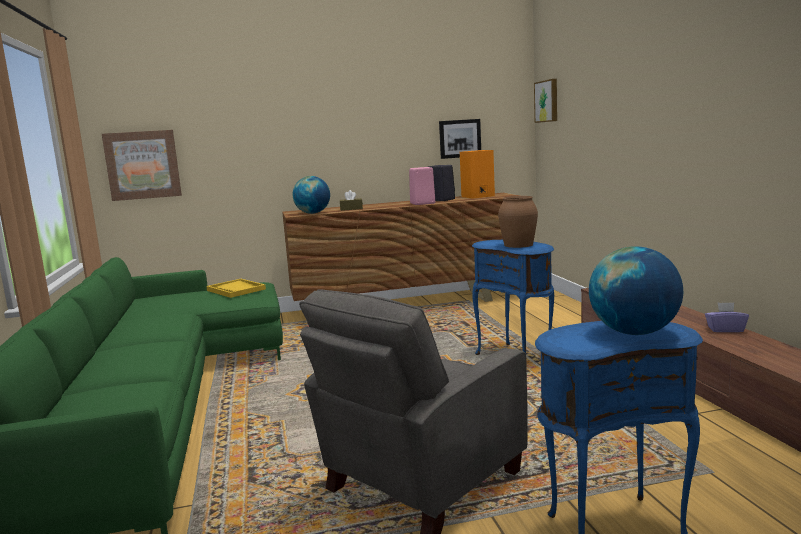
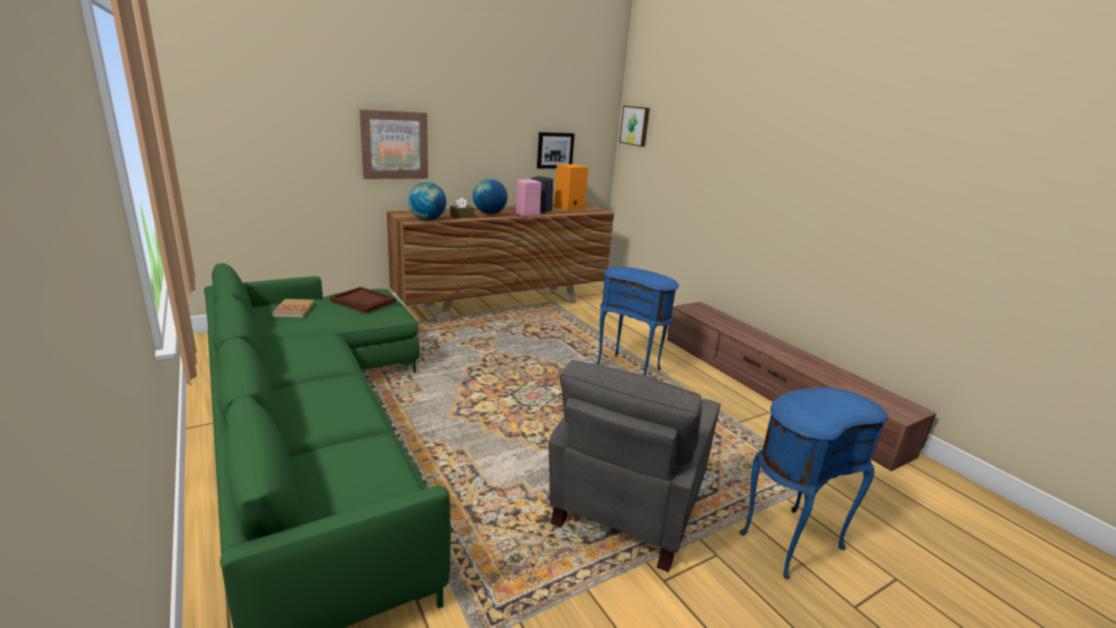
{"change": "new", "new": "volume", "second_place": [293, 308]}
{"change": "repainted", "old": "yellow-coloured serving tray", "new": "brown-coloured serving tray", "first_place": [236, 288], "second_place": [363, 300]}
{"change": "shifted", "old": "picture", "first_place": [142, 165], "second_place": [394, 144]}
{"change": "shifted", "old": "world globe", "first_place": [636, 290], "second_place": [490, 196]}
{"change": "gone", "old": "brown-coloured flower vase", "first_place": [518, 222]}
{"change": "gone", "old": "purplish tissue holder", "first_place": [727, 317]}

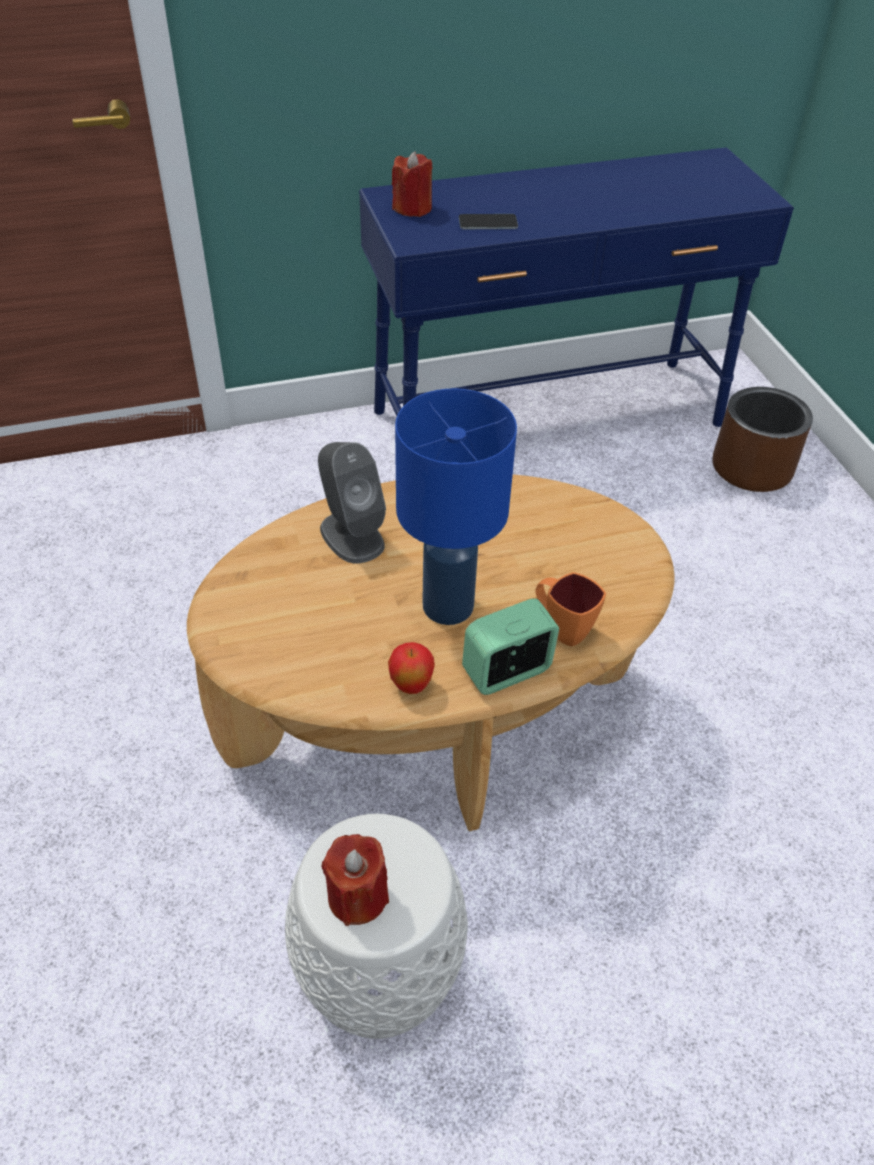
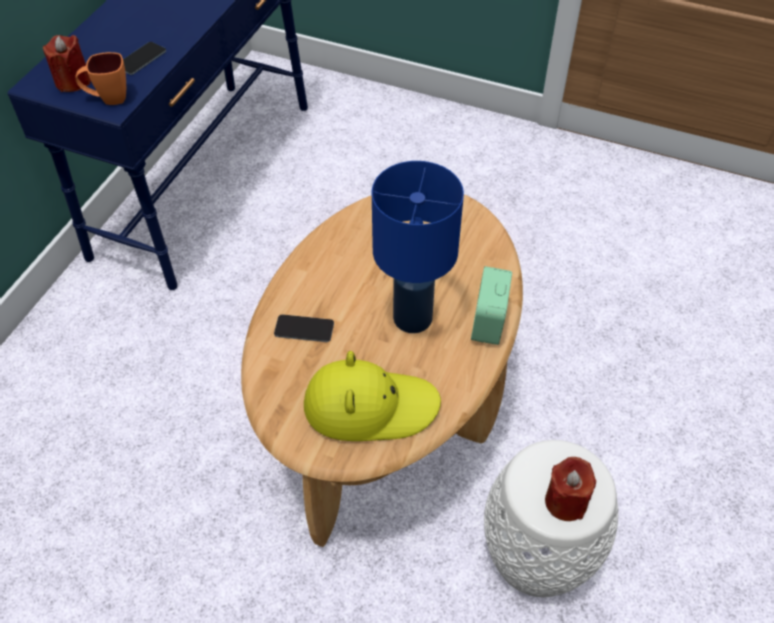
{"change": "shifted", "old": "orangey mug", "first_place": [571, 609], "second_place": [101, 78]}
{"change": "swapped", "old": "grey speaker", "new": "telephone", "first_place": [352, 503], "second_place": [304, 328]}
{"change": "new", "new": "yellow-coloured hat", "second_place": [372, 396]}
{"change": "gone", "old": "apple fruit", "first_place": [411, 668]}
{"change": "gone", "old": "brown-coloured plant pot", "first_place": [762, 439]}

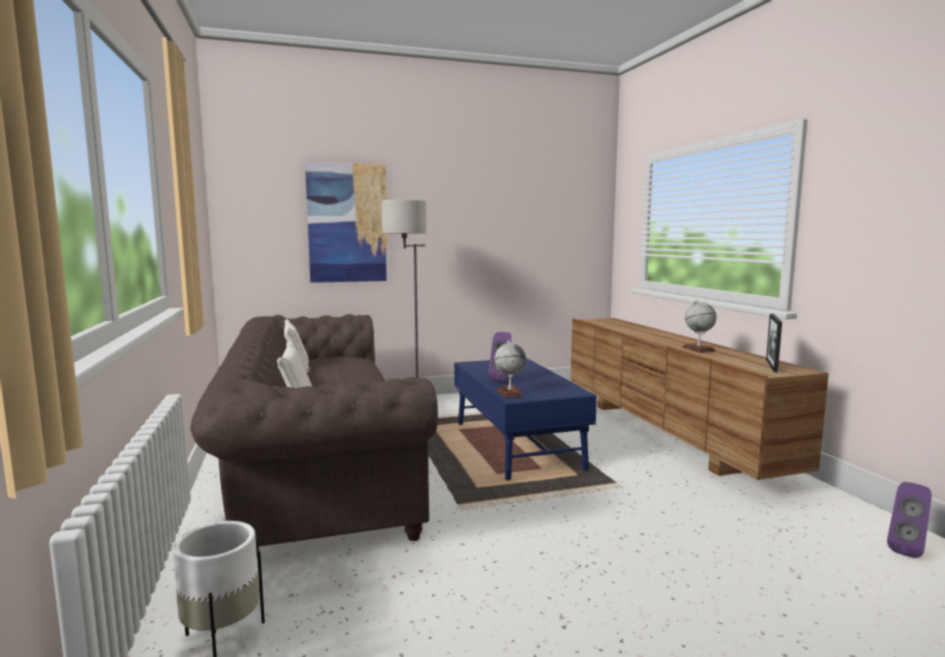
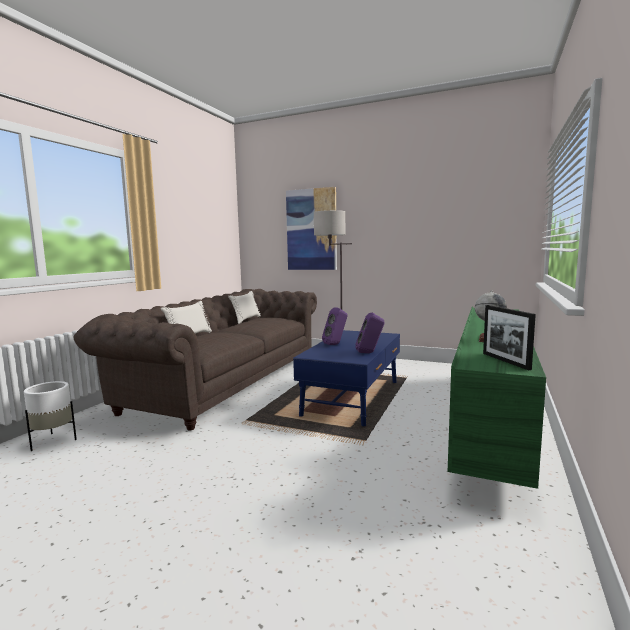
{"change": "shifted", "old": "purplish speaker", "first_place": [909, 520], "second_place": [370, 332]}
{"change": "repainted", "old": "brown-coloured cupboard", "new": "greenish cupboard", "first_place": [700, 399], "second_place": [497, 398]}
{"change": "rotated", "old": "photo frame", "first_place": [774, 343], "second_place": [509, 337], "degrees": -75}
{"change": "gone", "old": "world globe", "first_place": [510, 369]}

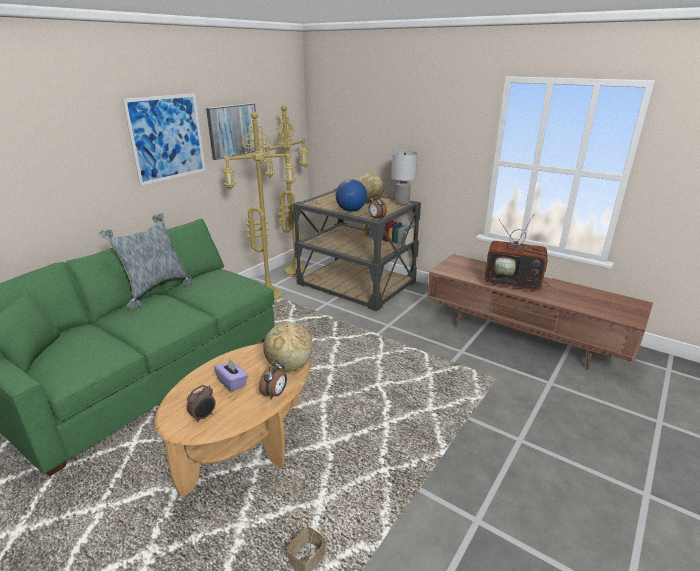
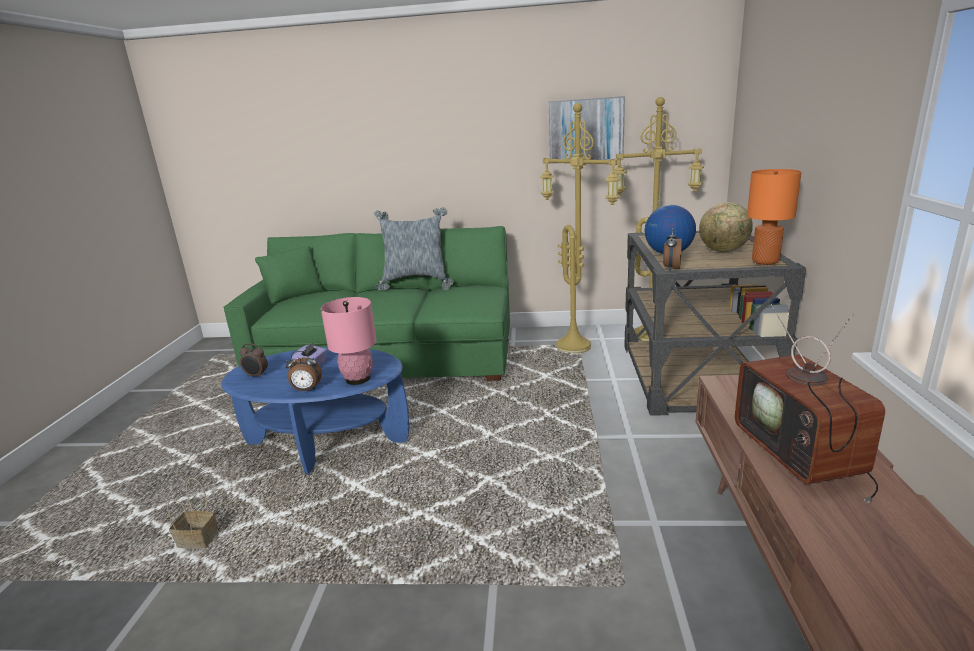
{"change": "repainted", "old": "brown-coloured coffee table", "new": "blue-coloured coffee table", "first_place": [232, 420], "second_place": [315, 410]}
{"change": "swapped", "old": "world globe", "new": "pink lamp for a table", "first_place": [288, 346], "second_place": [349, 341]}
{"change": "repainted", "old": "grey lamp for a table", "new": "orangey lamp for a table", "first_place": [404, 178], "second_place": [774, 217]}
{"change": "gone", "old": "picture", "first_place": [164, 139]}

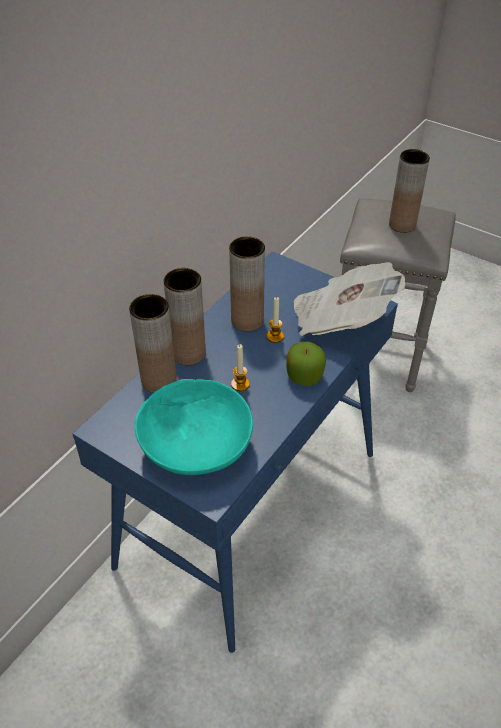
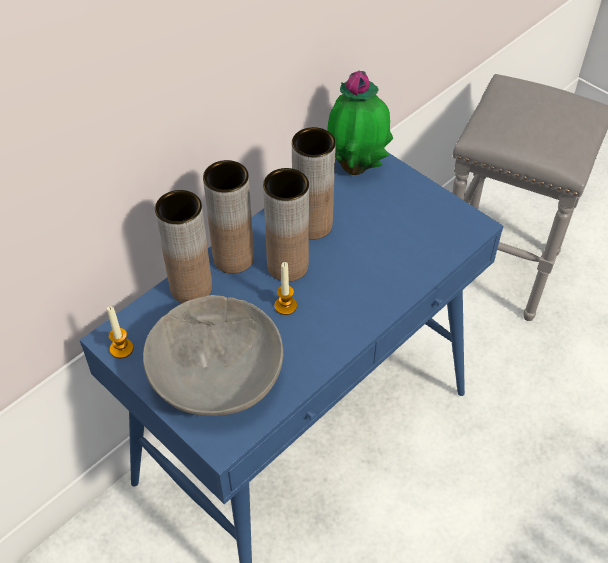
{"change": "shifted", "old": "wax candle", "first_place": [275, 320], "second_place": [120, 332]}
{"change": "repainted", "old": "turquoise deep dish", "new": "grey deep dish", "first_place": [194, 427], "second_place": [213, 355]}
{"change": "shifted", "old": "brown-coloured flower vase", "first_place": [409, 191], "second_place": [286, 225]}
{"change": "new", "new": "plant in a pot", "second_place": [360, 123]}
{"change": "gone", "old": "apple fruit", "first_place": [306, 364]}
{"change": "gone", "old": "printed paper", "first_place": [349, 299]}

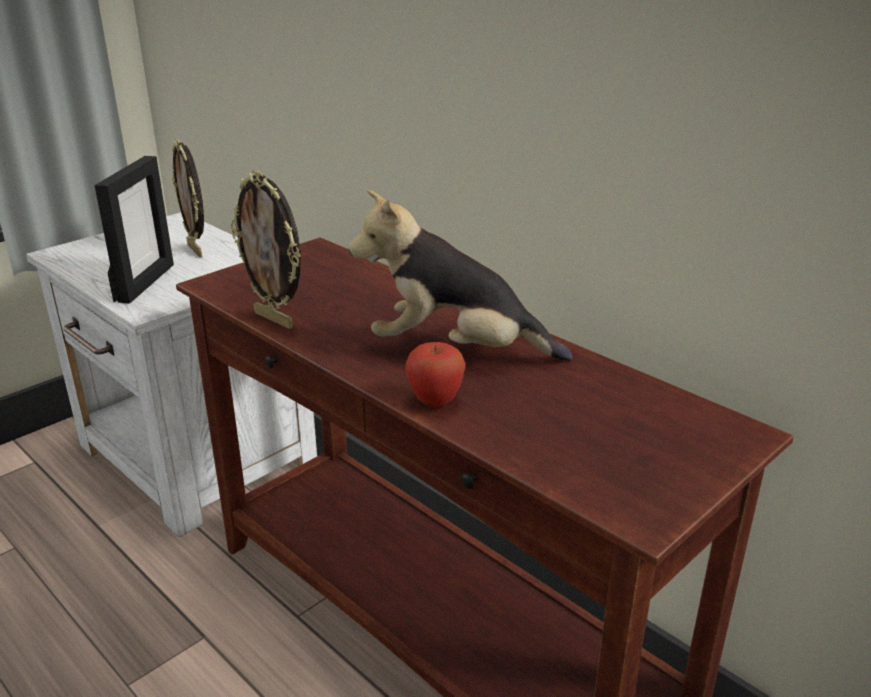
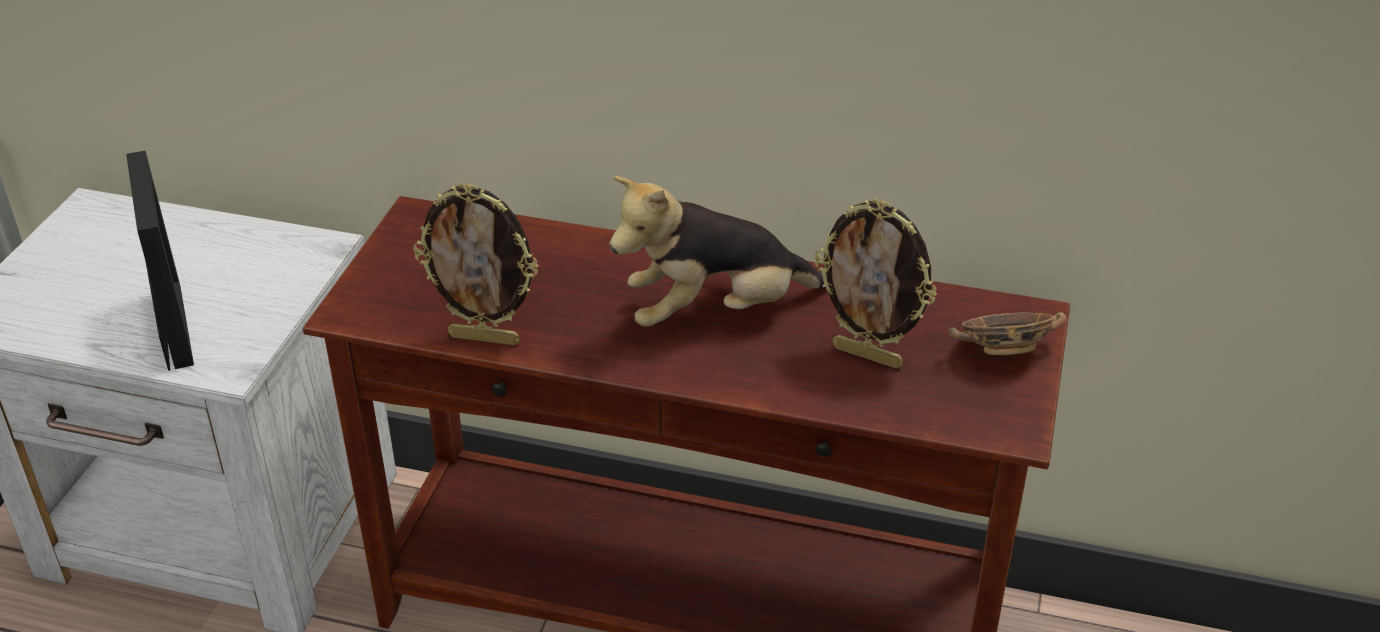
{"change": "shifted", "old": "photo frame", "first_place": [188, 198], "second_place": [876, 284]}
{"change": "new", "new": "deep dish", "second_place": [1007, 333]}
{"change": "gone", "old": "apple fruit", "first_place": [435, 375]}

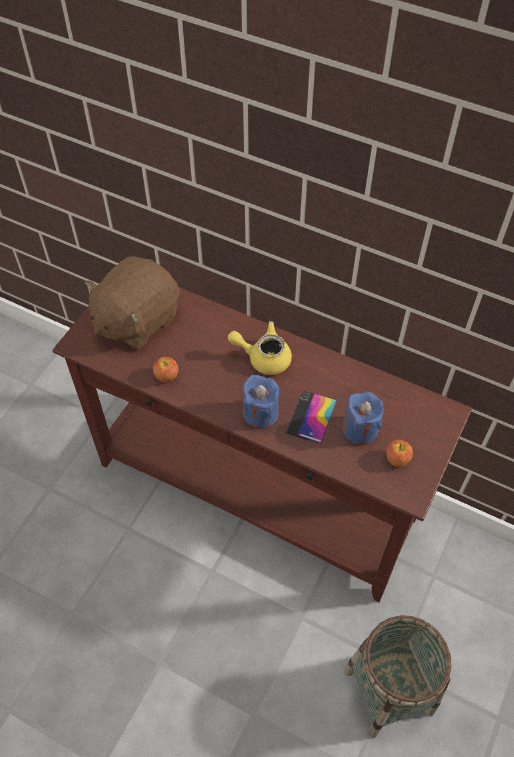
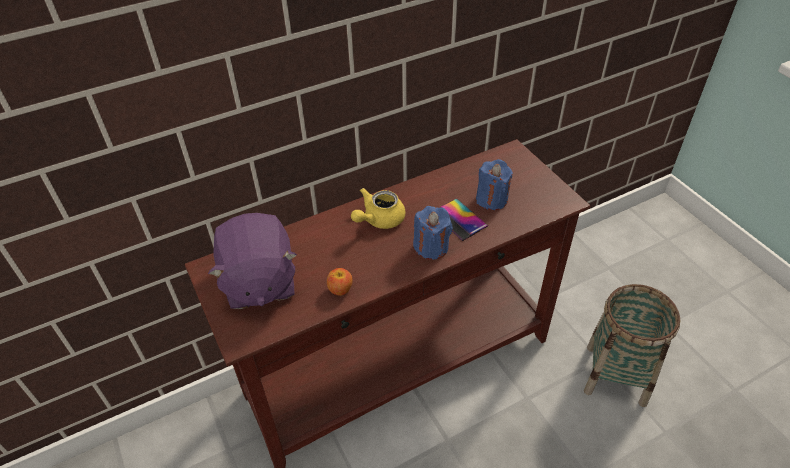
{"change": "repainted", "old": "brown-coloured cuddly toy", "new": "purplish cuddly toy", "first_place": [132, 302], "second_place": [252, 261]}
{"change": "gone", "old": "apple fruit", "first_place": [399, 453]}

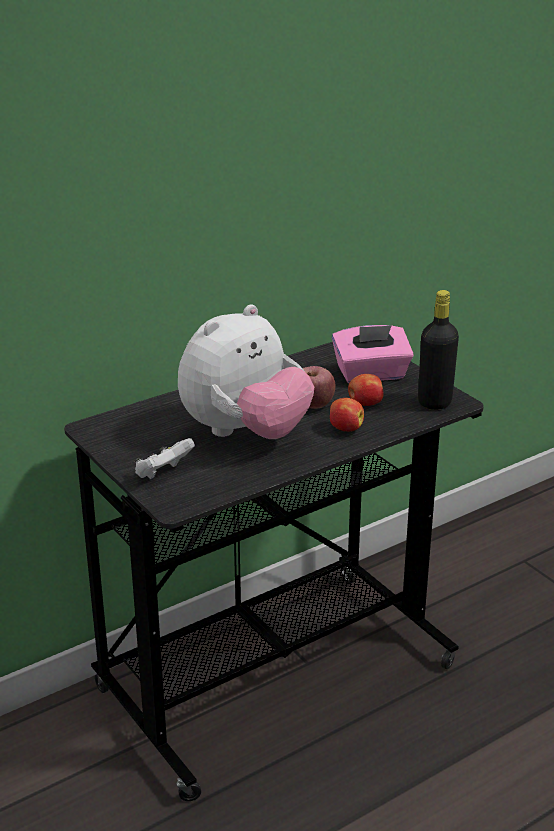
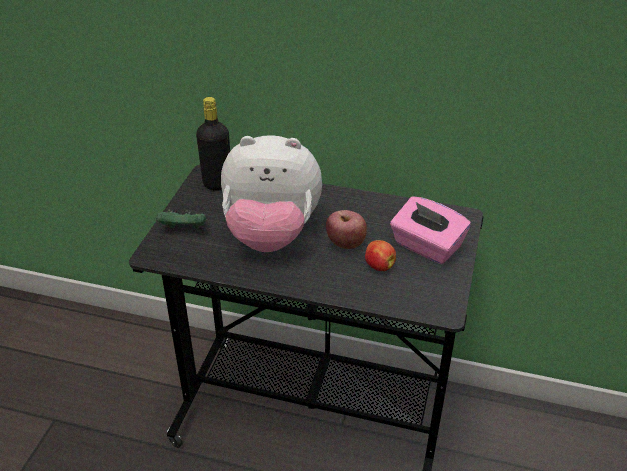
{"change": "repainted", "old": "white-coloured game controller", "new": "greenish game controller", "first_place": [165, 458], "second_place": [181, 219]}
{"change": "shifted", "old": "blackish beverage bottle", "first_place": [438, 350], "second_place": [213, 144]}
{"change": "gone", "old": "apple fruit", "first_place": [347, 415]}

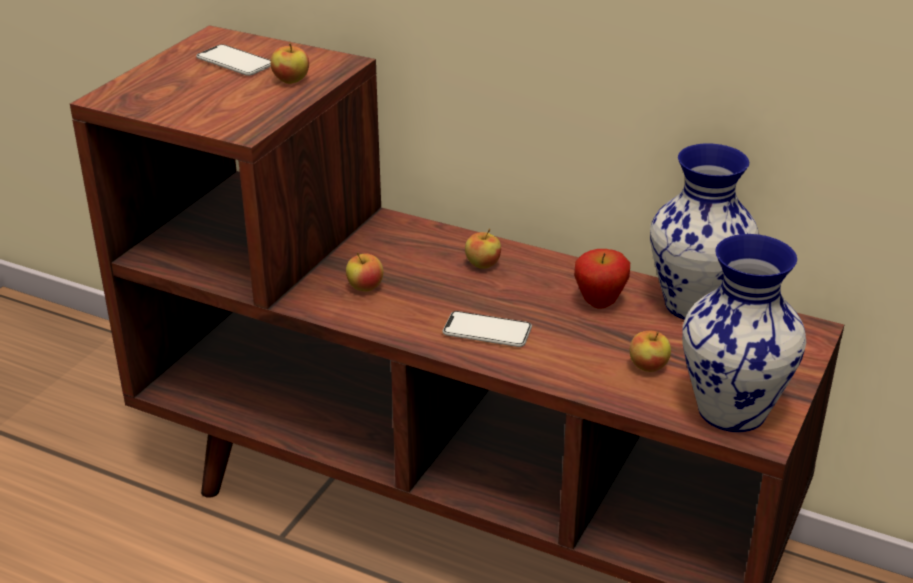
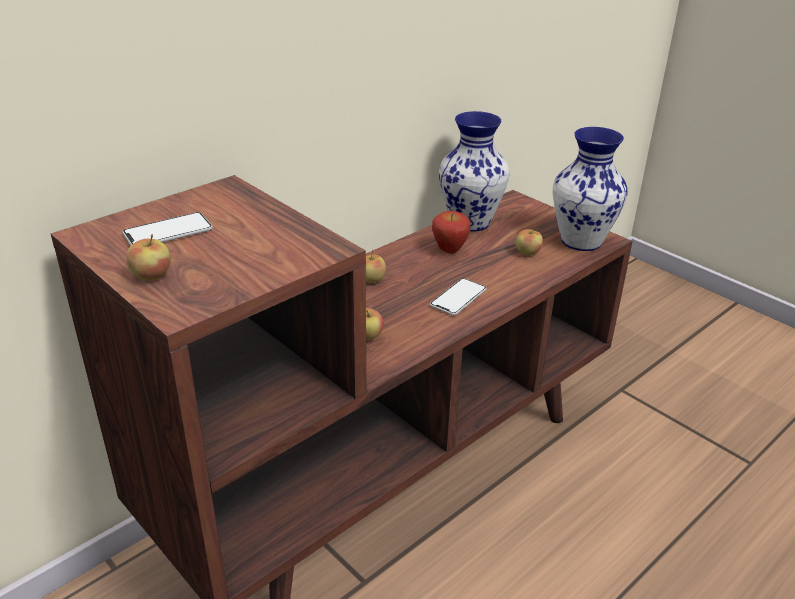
{"change": "shifted", "old": "apple fruit", "first_place": [289, 63], "second_place": [149, 257]}

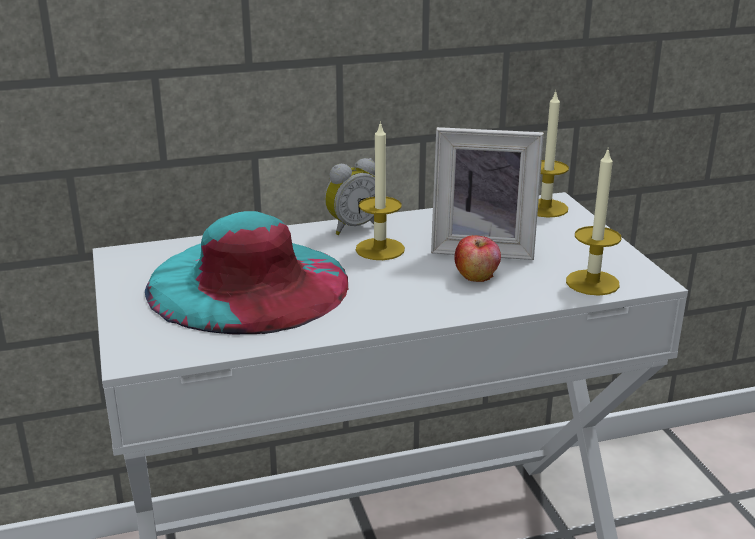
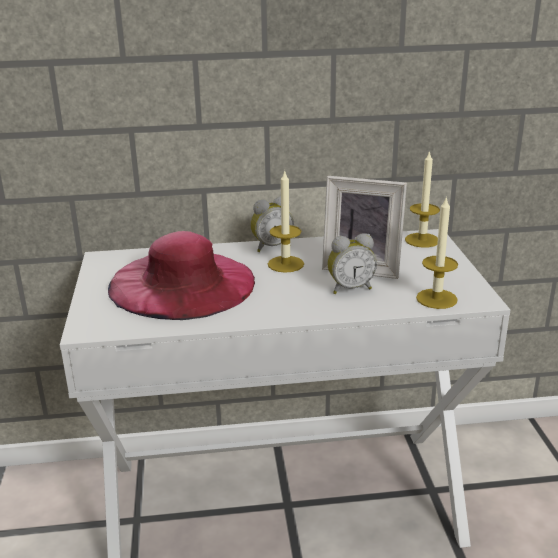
{"change": "repainted", "old": "turquoise hat", "new": "pink hat", "first_place": [246, 273], "second_place": [181, 275]}
{"change": "swapped", "old": "apple fruit", "new": "table clock", "first_place": [477, 258], "second_place": [352, 263]}

